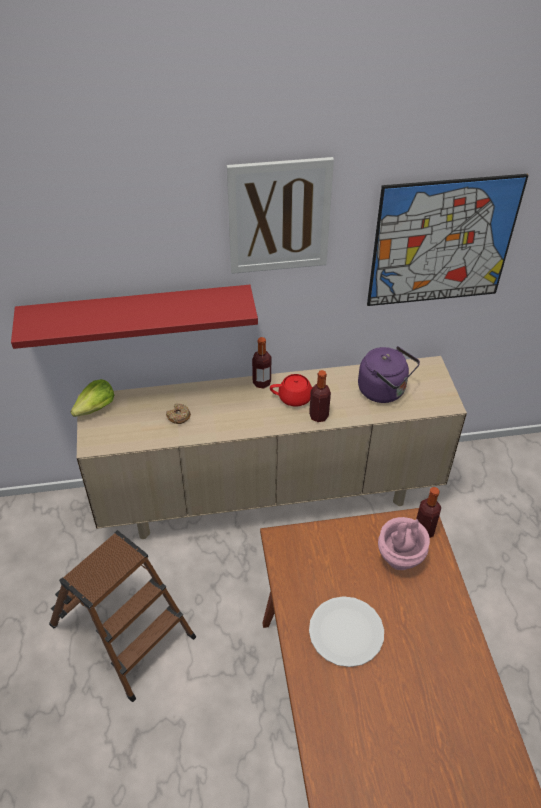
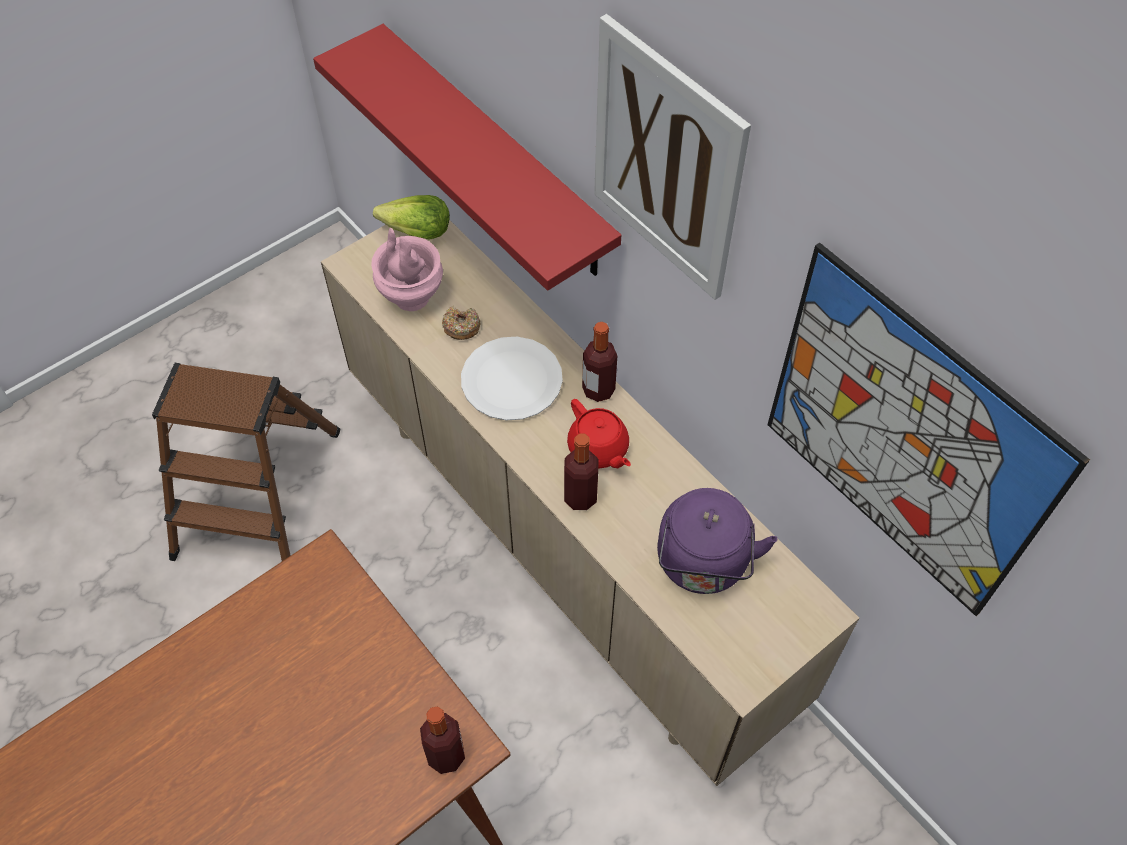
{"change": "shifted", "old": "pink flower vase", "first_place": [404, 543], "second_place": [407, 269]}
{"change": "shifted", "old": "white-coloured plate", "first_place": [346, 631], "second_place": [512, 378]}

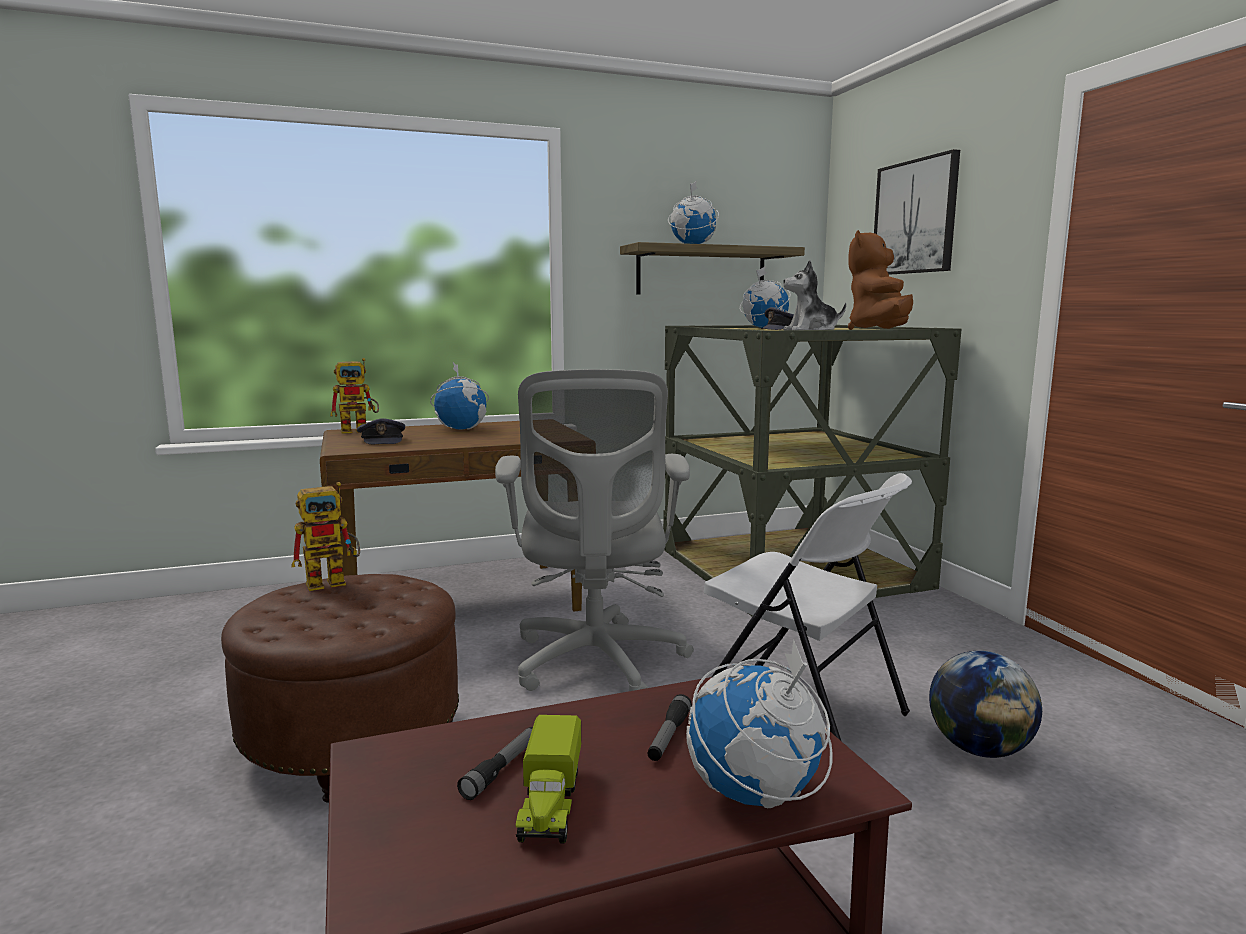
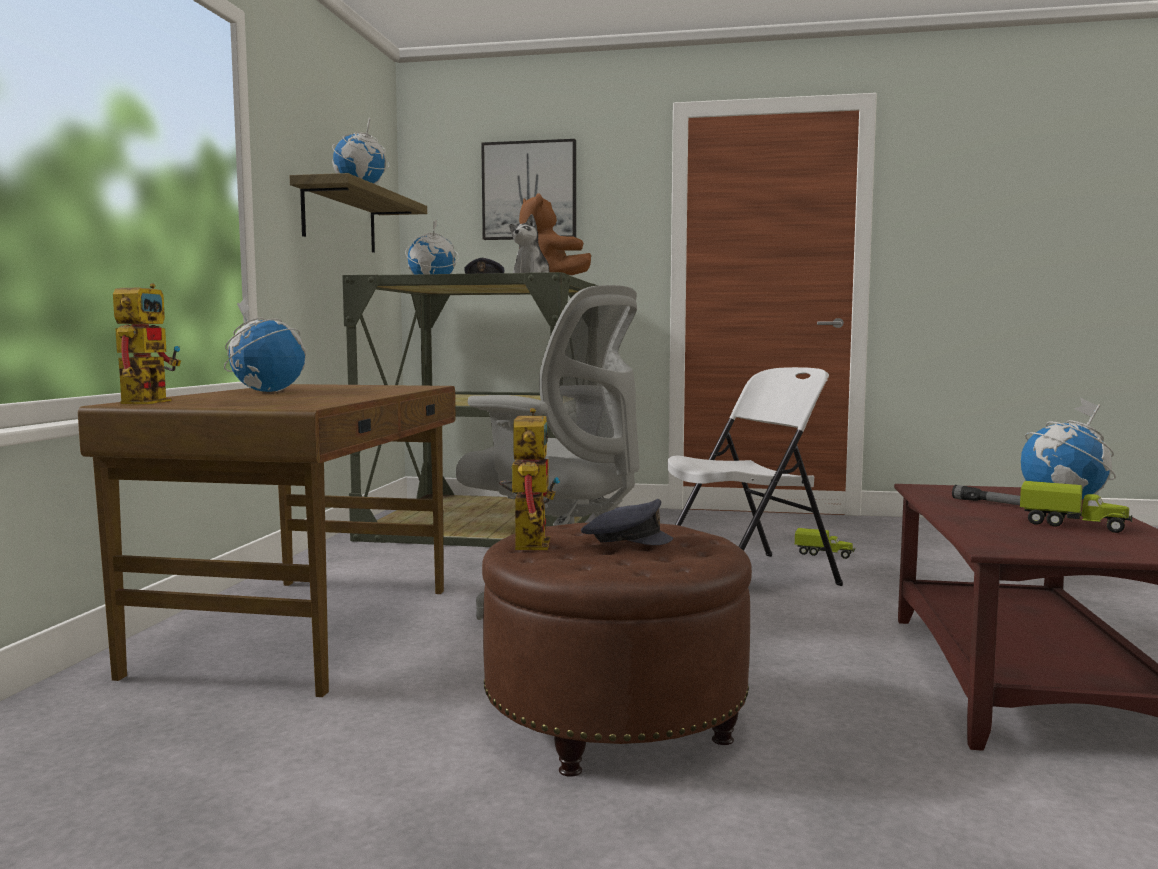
{"change": "shifted", "old": "grey cap", "first_place": [381, 431], "second_place": [627, 522]}
{"change": "swapped", "old": "world globe", "new": "toy truck", "first_place": [985, 704], "second_place": [825, 543]}
{"change": "gone", "old": "hand torch", "first_place": [495, 763]}

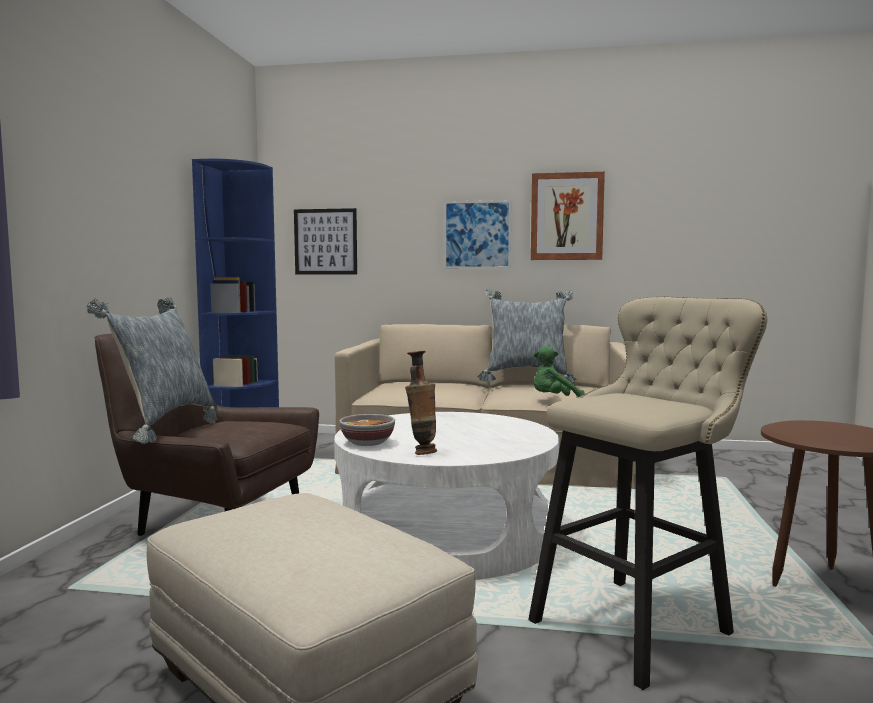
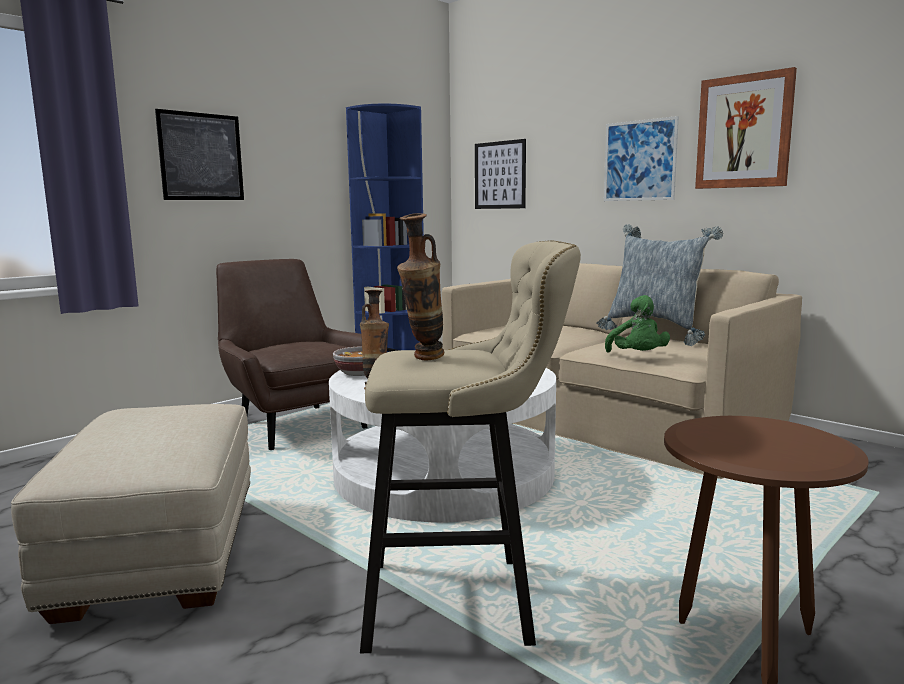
{"change": "new", "new": "picture", "second_place": [199, 154]}
{"change": "new", "new": "flower vase", "second_place": [420, 287]}
{"change": "rotated", "old": "greenish cuddly toy", "first_place": [559, 371], "second_place": [637, 324], "degrees": -120}
{"change": "gone", "old": "pillow", "first_place": [152, 370]}

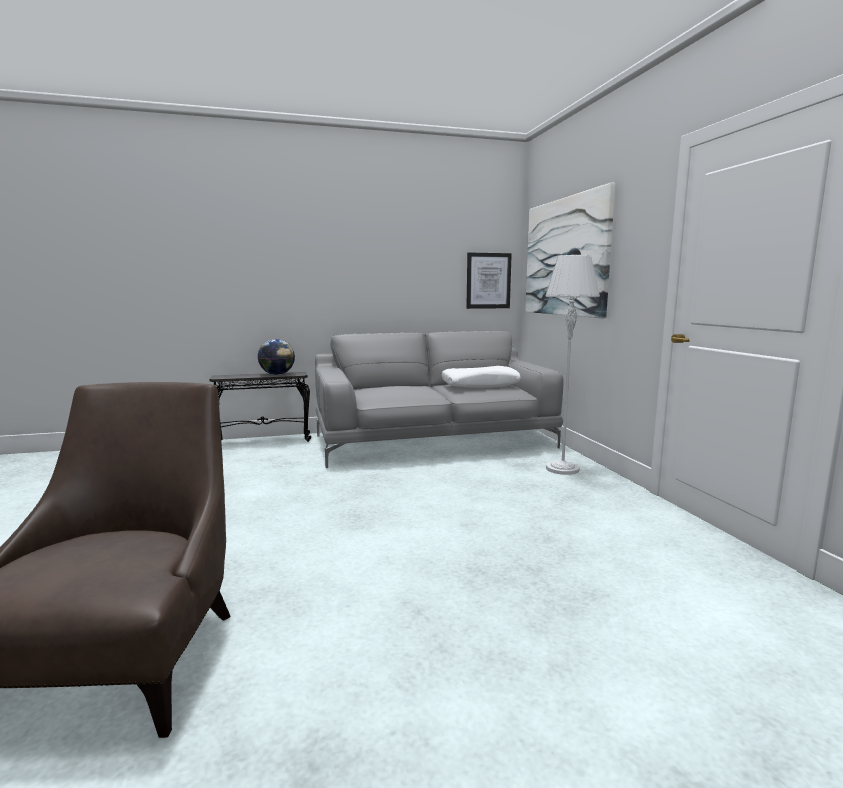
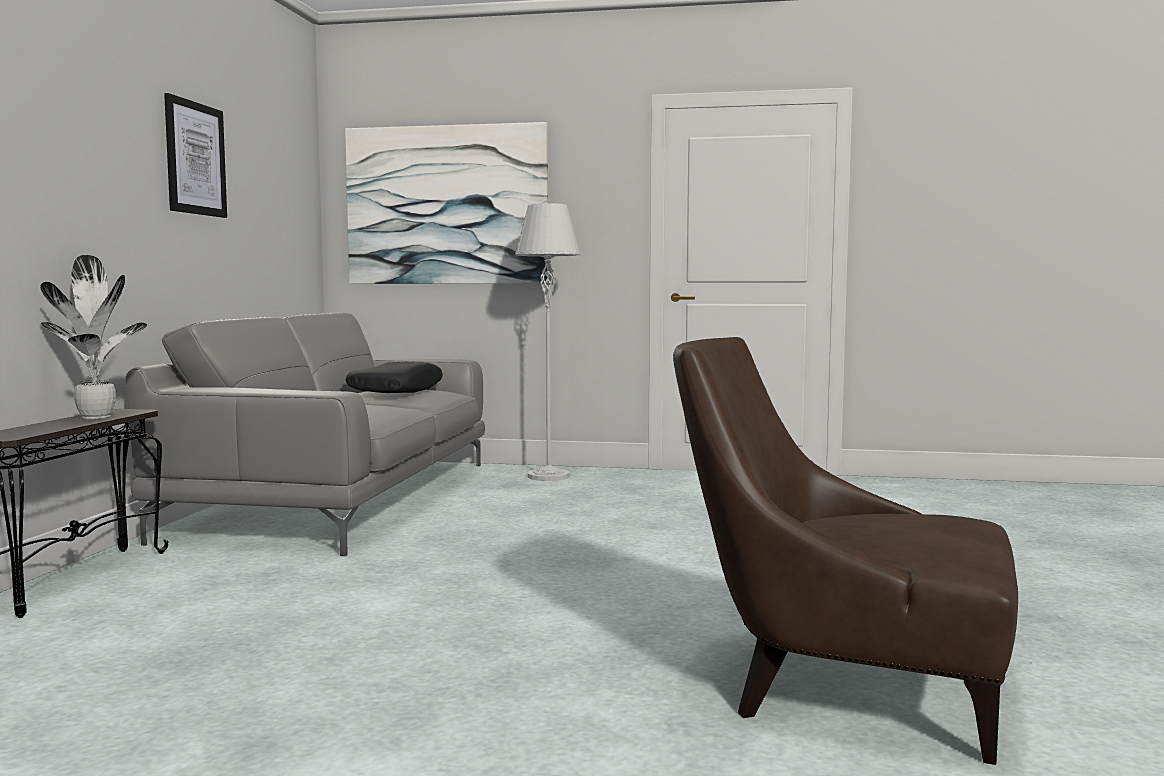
{"change": "swapped", "old": "world globe", "new": "plant in a pot", "first_place": [276, 357], "second_place": [93, 337]}
{"change": "shifted", "old": "picture", "first_place": [489, 280], "second_place": [195, 155]}
{"change": "repainted", "old": "white-coloured pillow", "new": "blackish pillow", "first_place": [481, 377], "second_place": [394, 377]}

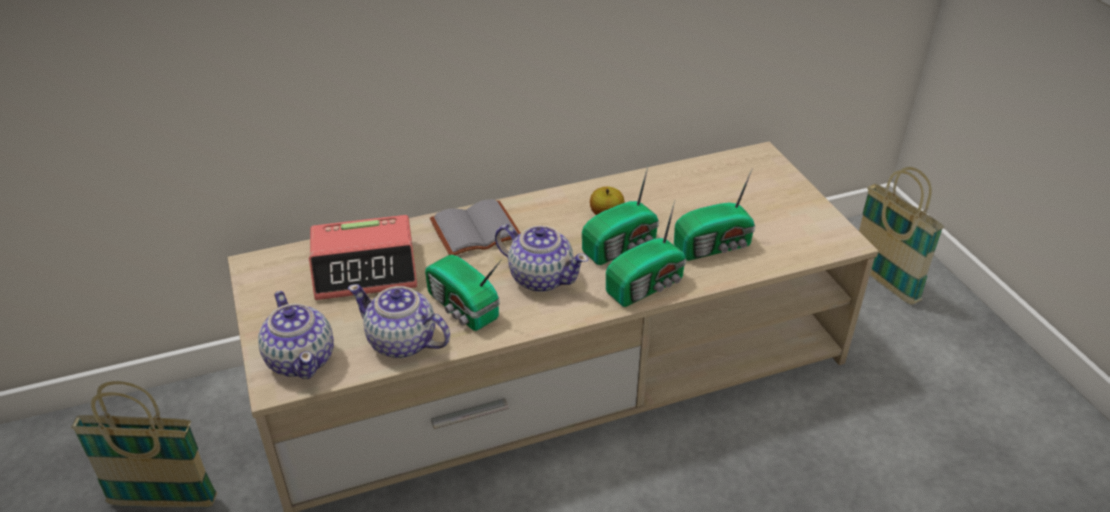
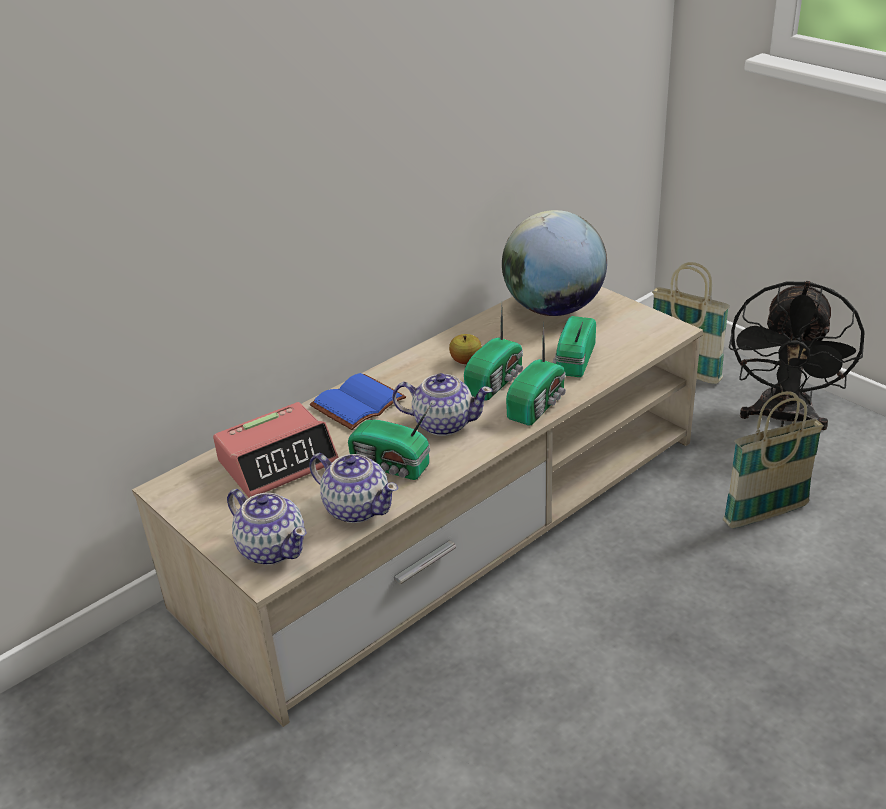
{"change": "rotated", "old": "teapot", "first_place": [399, 321], "second_place": [353, 488], "degrees": -150}
{"change": "repainted", "old": "grey volume", "new": "blue-coloured volume", "first_place": [475, 227], "second_place": [358, 401]}
{"change": "new", "new": "world globe", "second_place": [554, 263]}
{"change": "rotated", "old": "radio set", "first_place": [715, 214], "second_place": [574, 346], "degrees": 150}
{"change": "shifted", "old": "storage basket", "first_place": [144, 444], "second_place": [773, 459]}
{"change": "new", "new": "blackish electric fan", "second_place": [796, 355]}

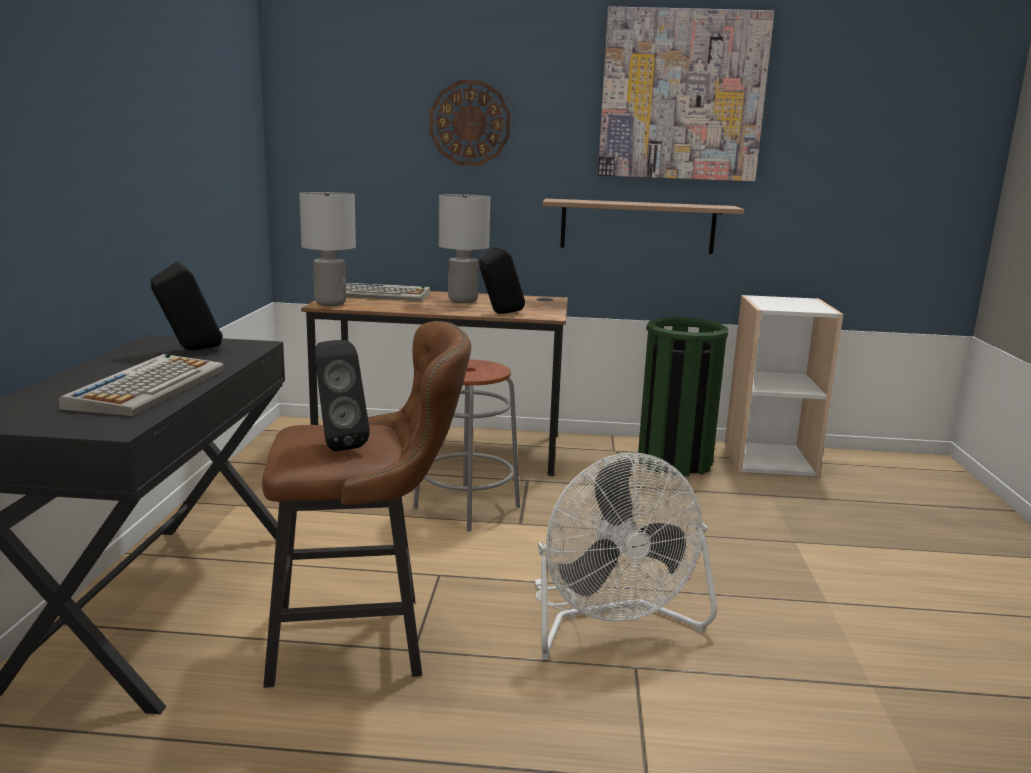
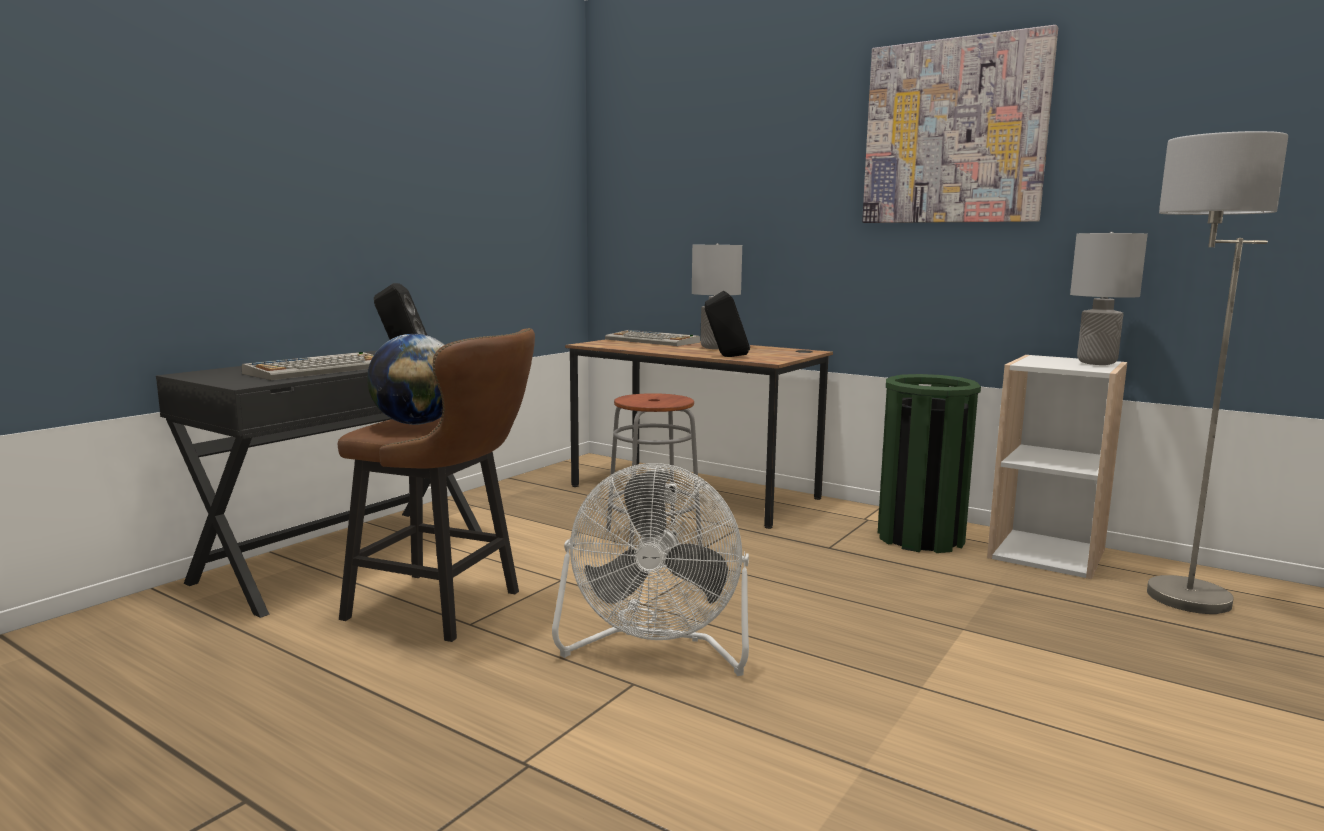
{"change": "swapped", "old": "blackish speaker", "new": "world globe", "first_place": [342, 395], "second_place": [406, 379]}
{"change": "shifted", "old": "grey lamp for a table", "first_place": [327, 249], "second_place": [1109, 298]}
{"change": "new", "new": "grey standing lamp", "second_place": [1217, 372]}
{"change": "gone", "old": "hanging clock", "first_place": [470, 123]}
{"change": "gone", "old": "bracket shelf", "first_place": [643, 226]}

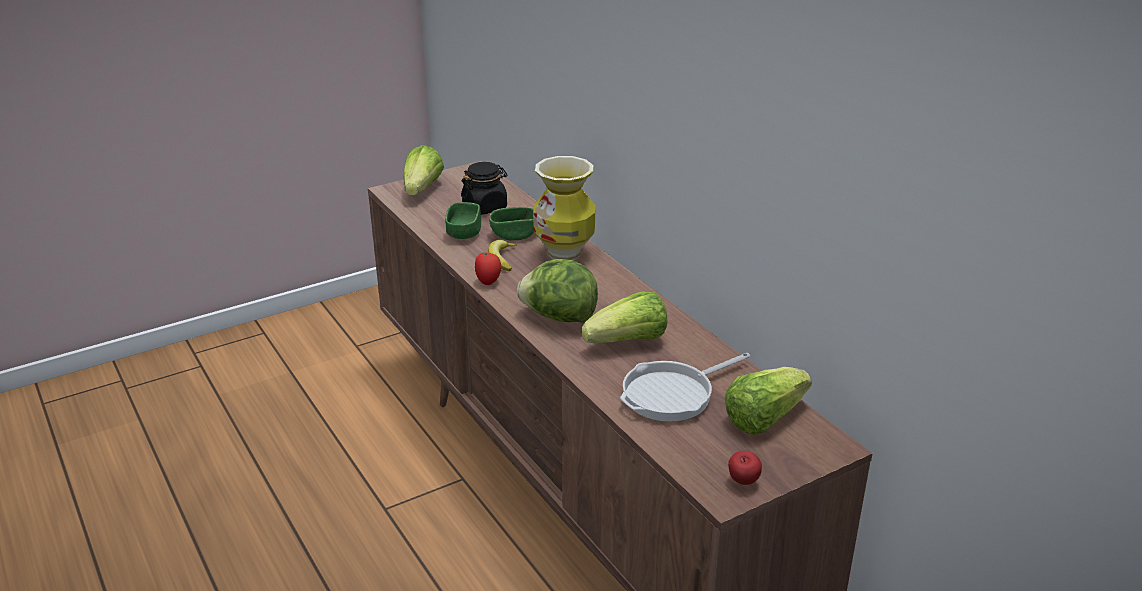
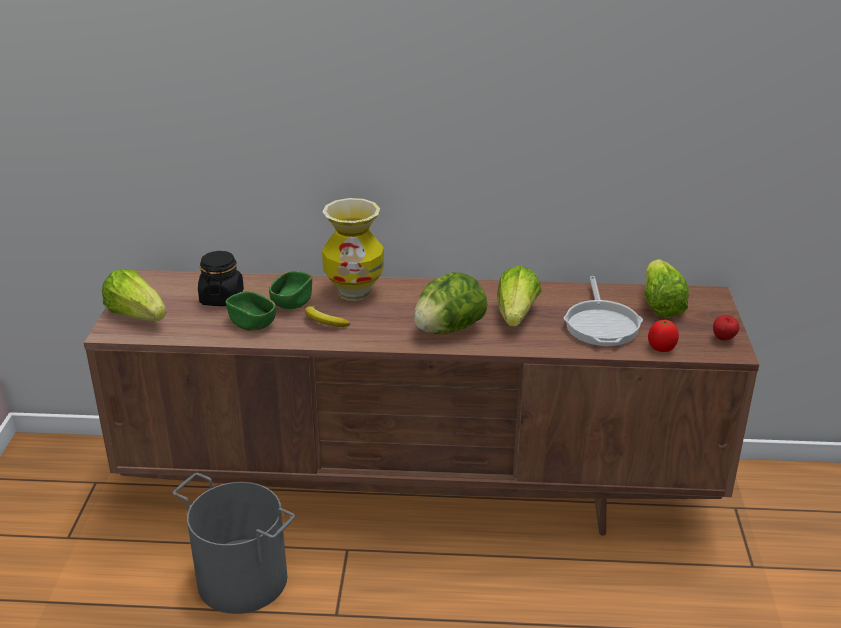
{"change": "new", "new": "grey bucket", "second_place": [233, 543]}
{"change": "shifted", "old": "tomato", "first_place": [488, 268], "second_place": [663, 336]}

